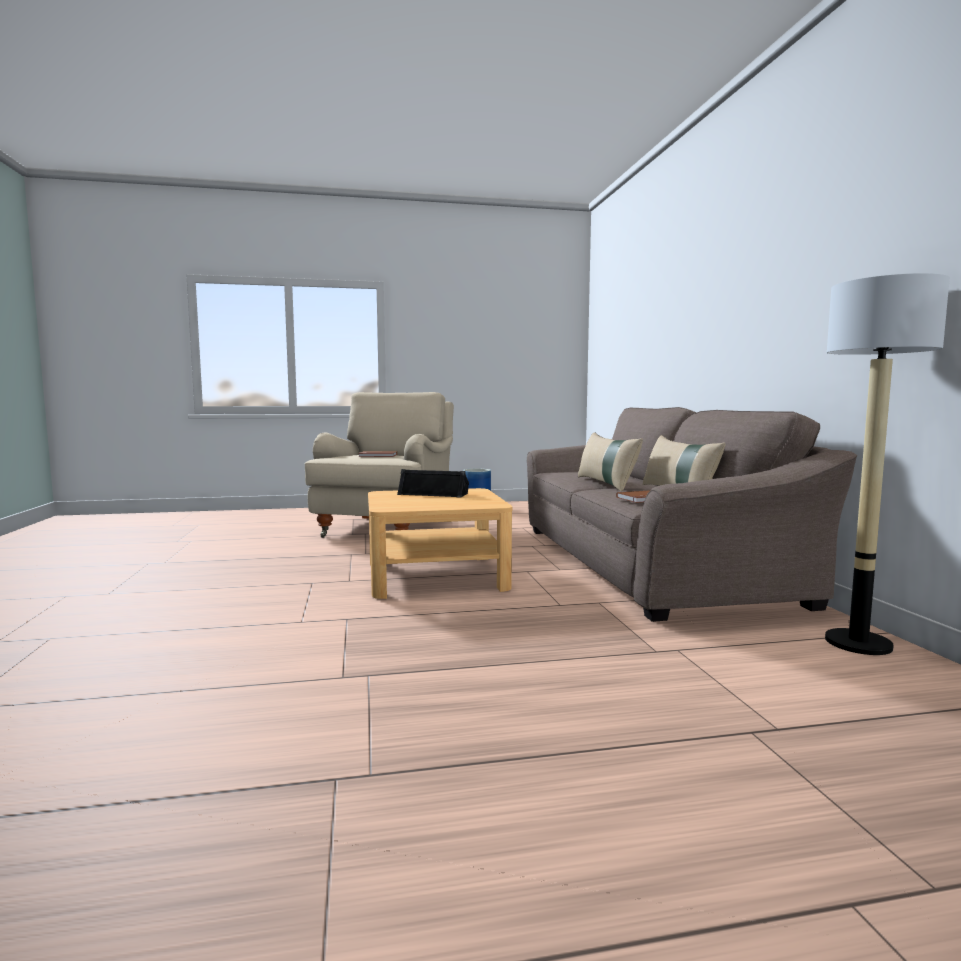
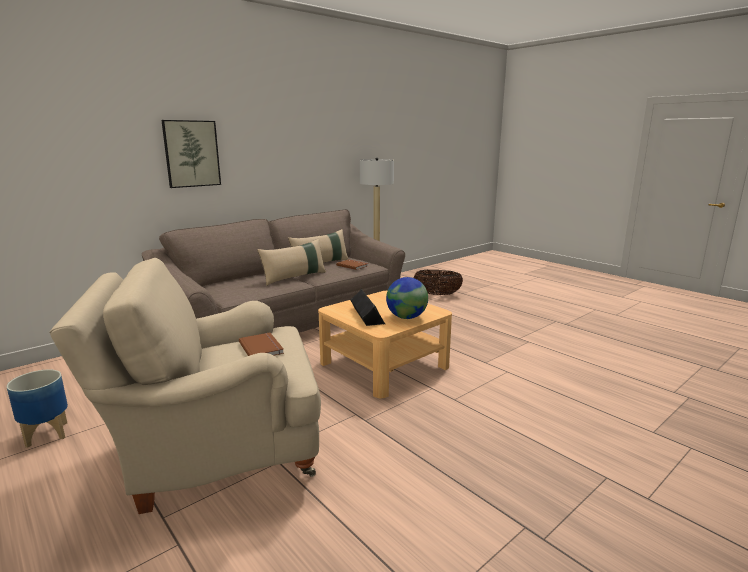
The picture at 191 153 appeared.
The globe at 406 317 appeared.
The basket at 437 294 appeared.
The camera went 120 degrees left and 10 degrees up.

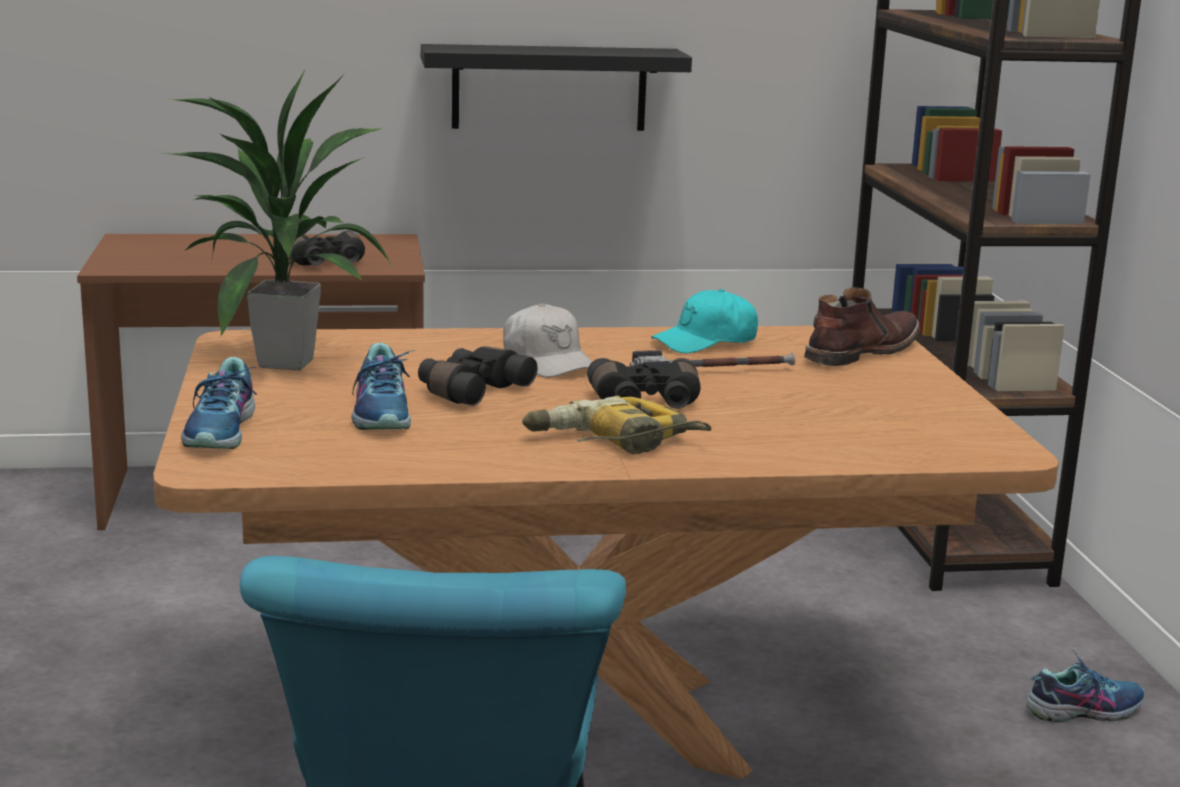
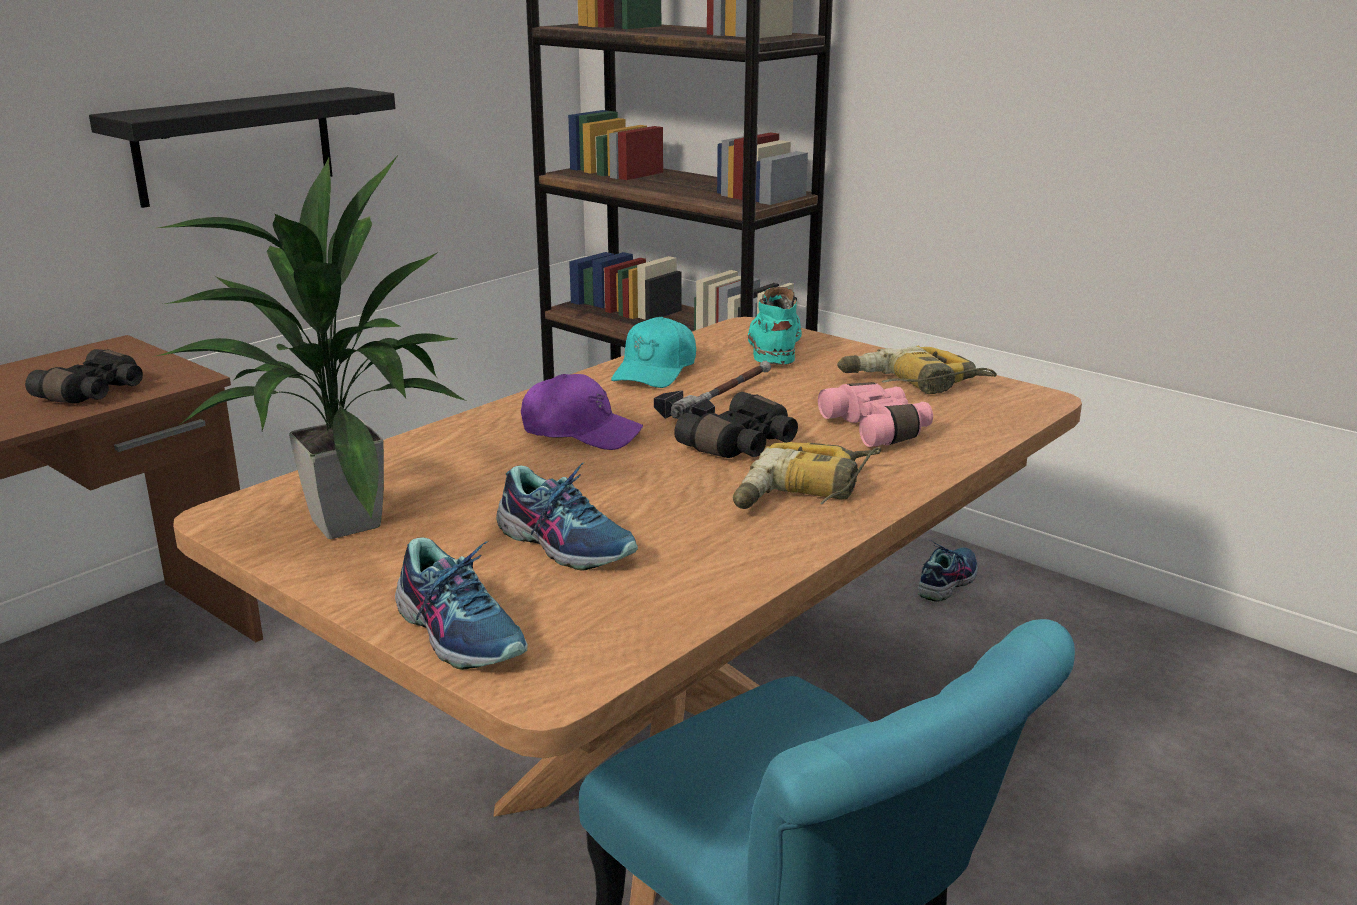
The black binoculars at 471 391 disappeared.
The white cap at 548 361 became the purple cap at 580 432.
The brown boot at 860 352 became the turquoise boot at 774 345.
The pink binoculars at 879 429 appeared.
The power drill at 912 384 appeared.
The camera went 40 degrees left and 5 degrees up.

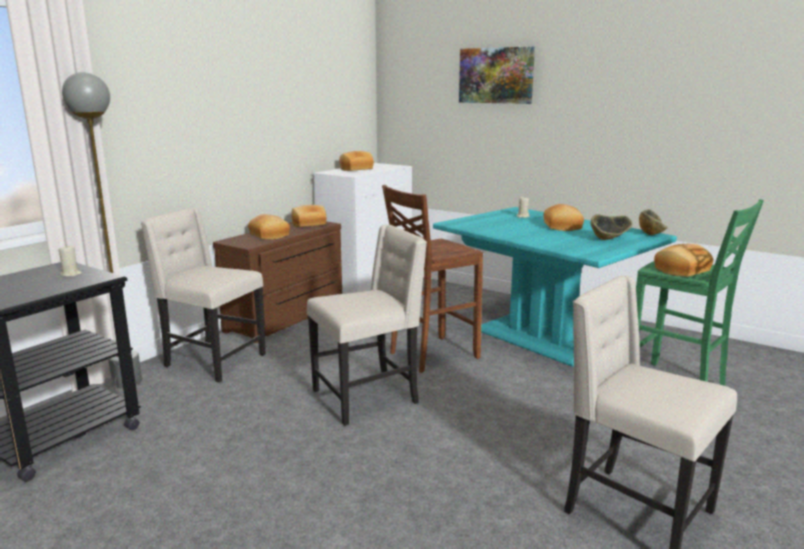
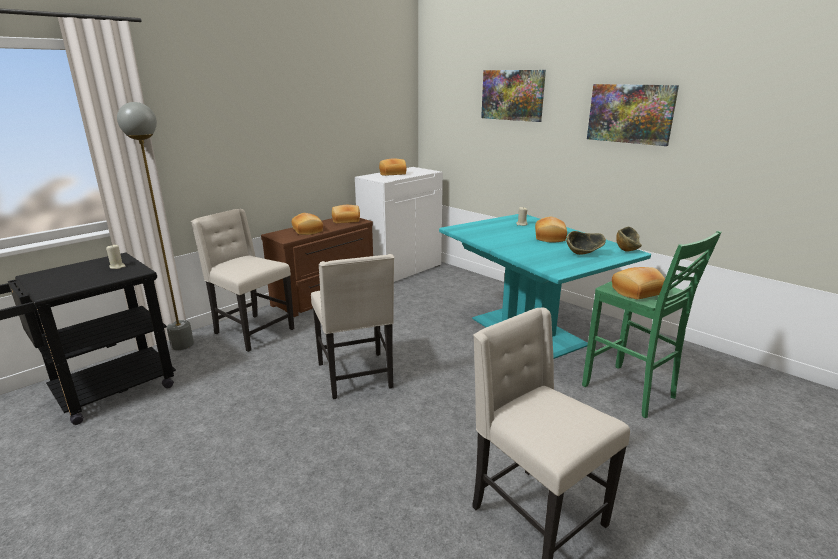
The beige chair at 367 397 turned 90 degrees clockwise.
The brown stool at 431 355 disappeared.
The picture at 630 113 appeared.
The camera went 10 degrees right and 5 degrees up.

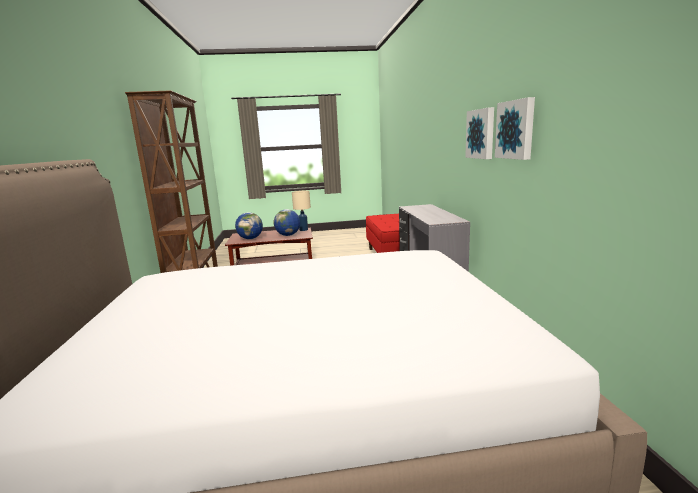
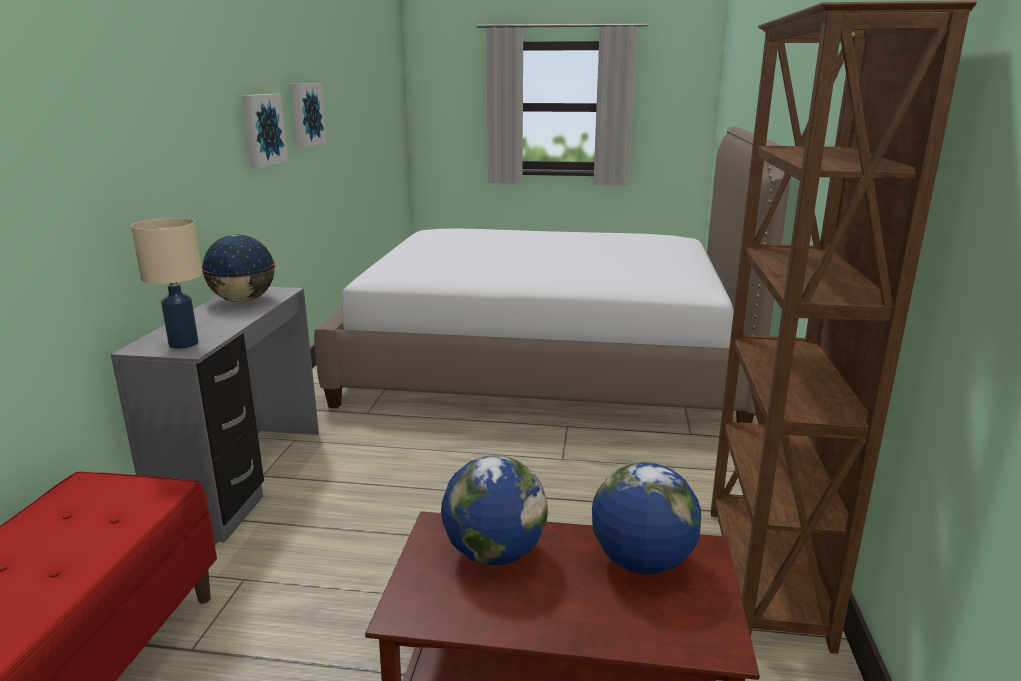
The beige table lamp moved from 303 230 to 183 344.
The picture moved from 481 134 to 306 114.
The globe at 244 300 appeared.
The camera went 165 degrees left and 5 degrees up.

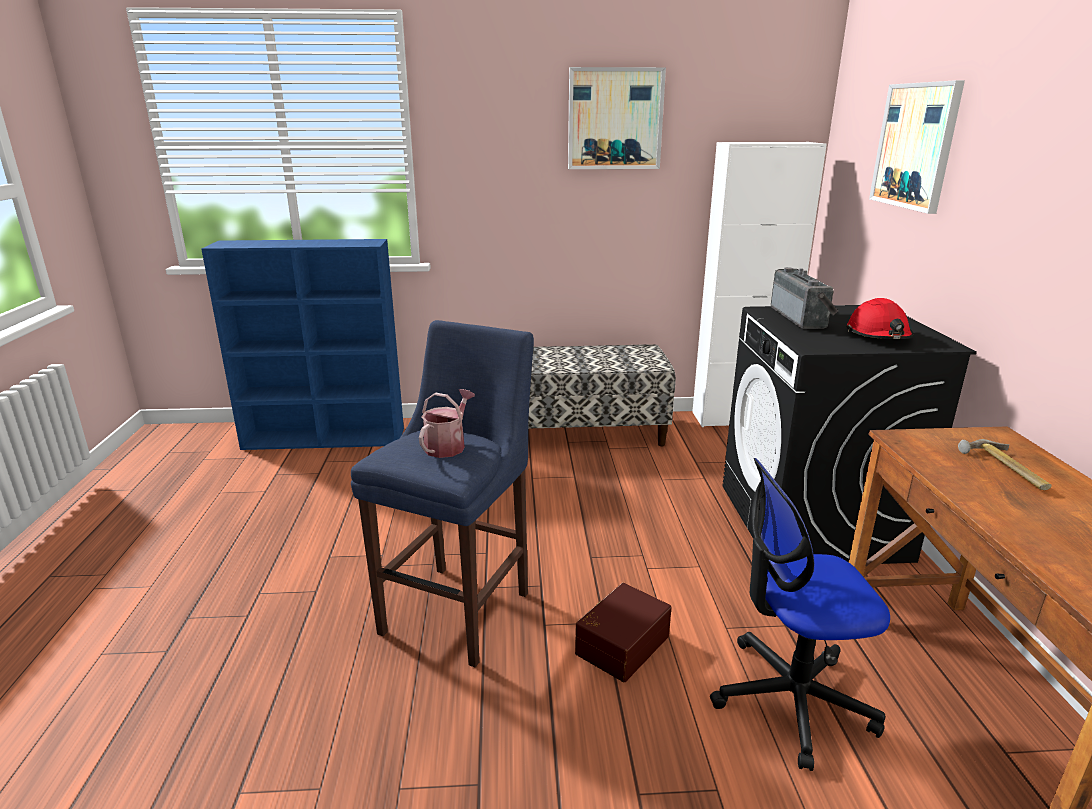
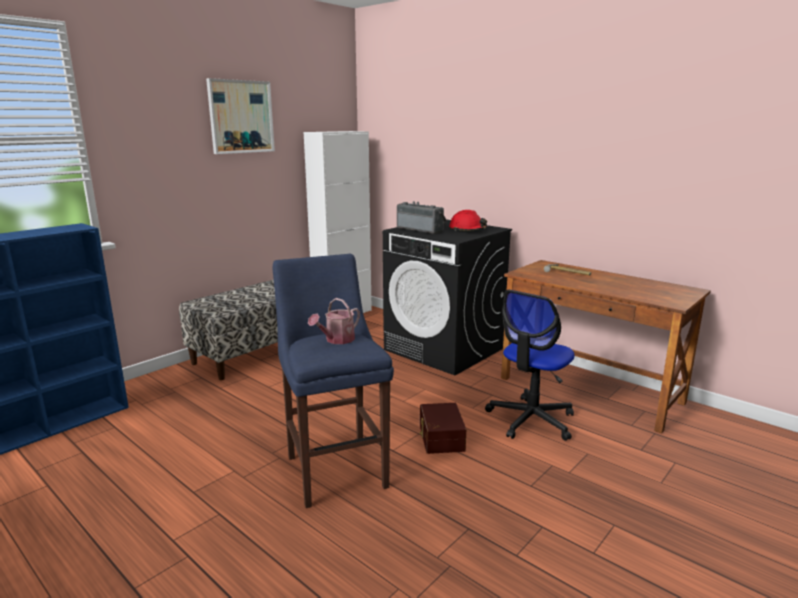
The watering can at 448 445 turned 120 degrees counterclockwise.
The picture at 915 146 disappeared.
The camera went 45 degrees left and 5 degrees down.

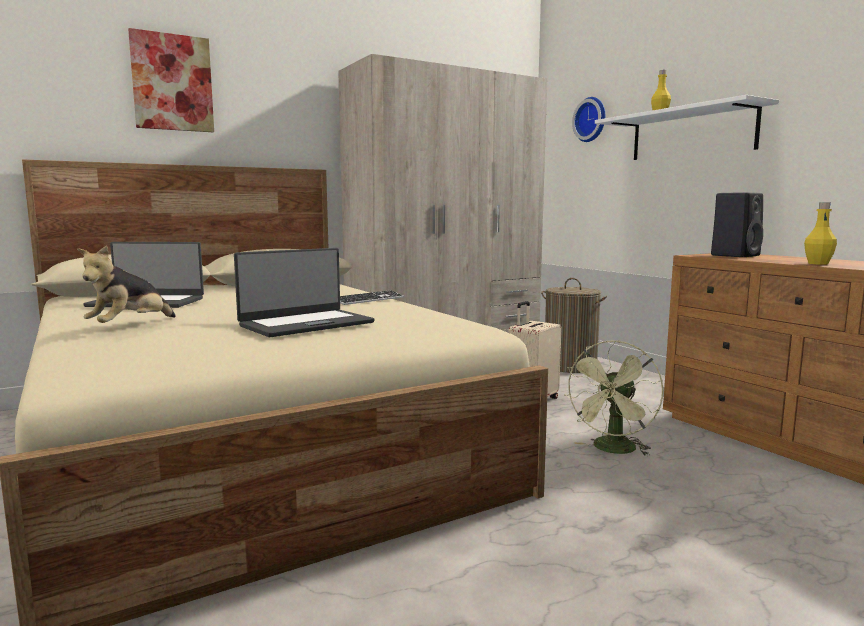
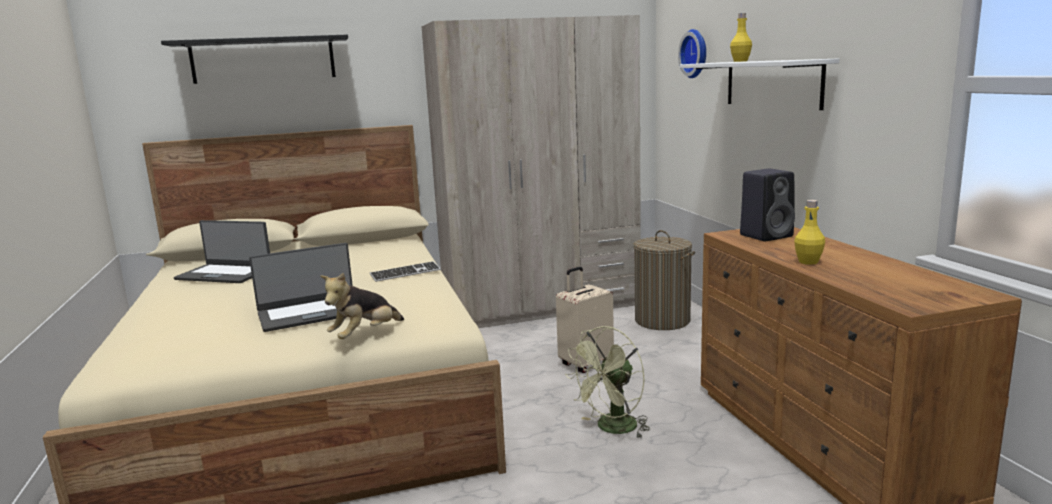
The plush toy moved from 130 326 to 365 335.
The picture at 172 83 was replaced by the black shelf at 263 60.
The camera went 15 degrees right and 5 degrees up.

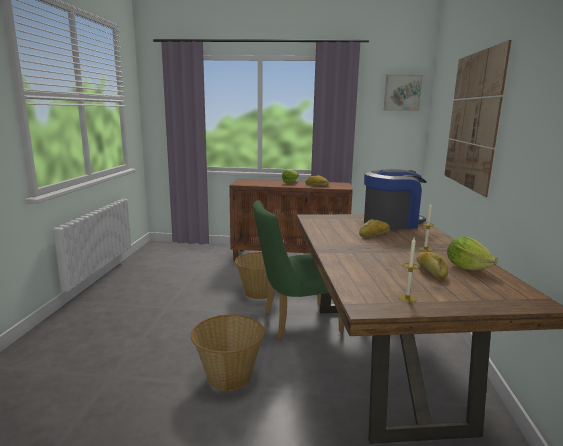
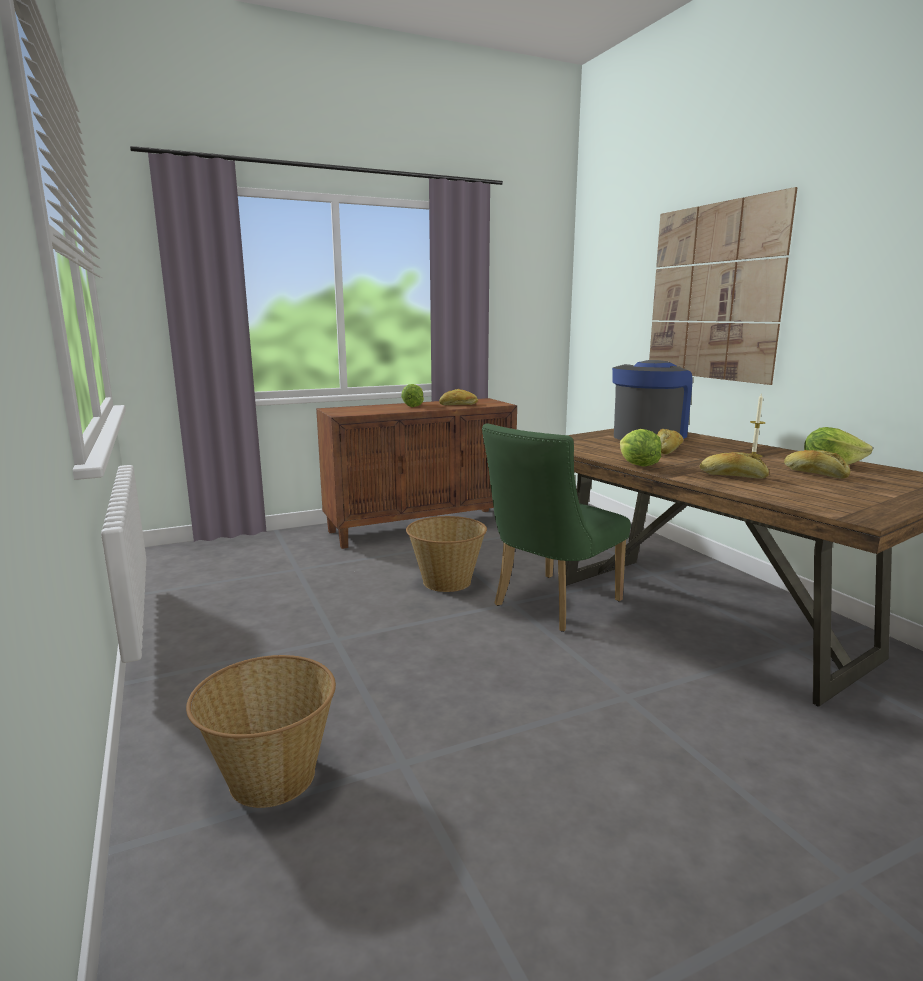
The basket moved from 228 376 to 271 776.
The picture at 402 93 disappeared.
The candle at 407 298 disappeared.
The lettuce at 637 465 appeared.
The bread at 732 476 appeared.
The camera went 30 degrees left and 0 degrees up.

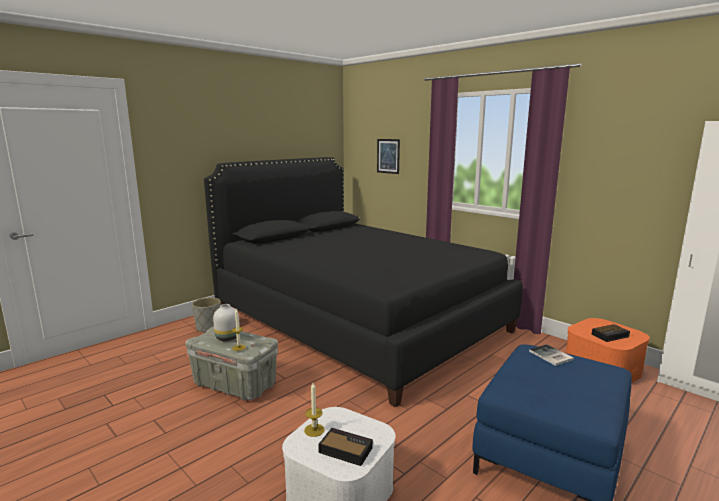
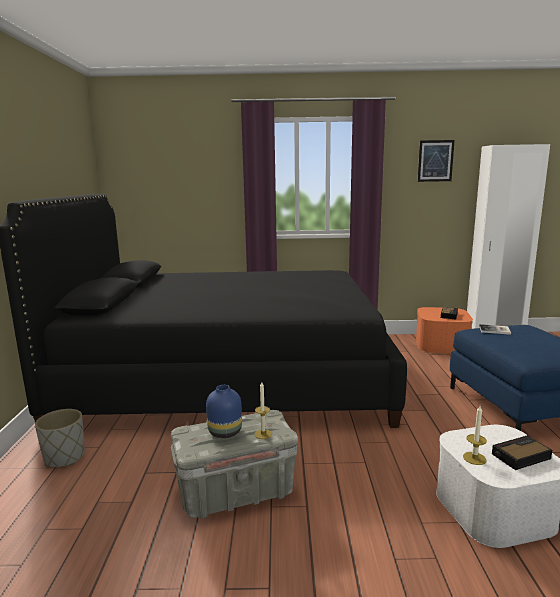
The white vase at 227 338 became the blue vase at 224 432.
The picture moved from 388 156 to 435 161.
The camera went 45 degrees left and 0 degrees up.

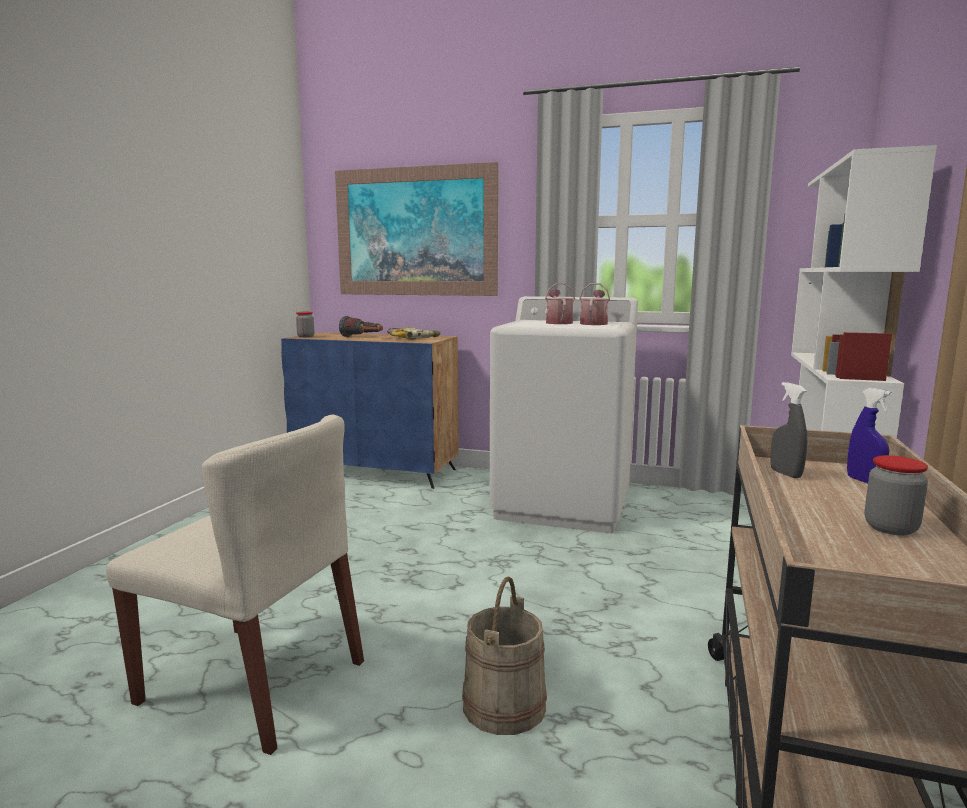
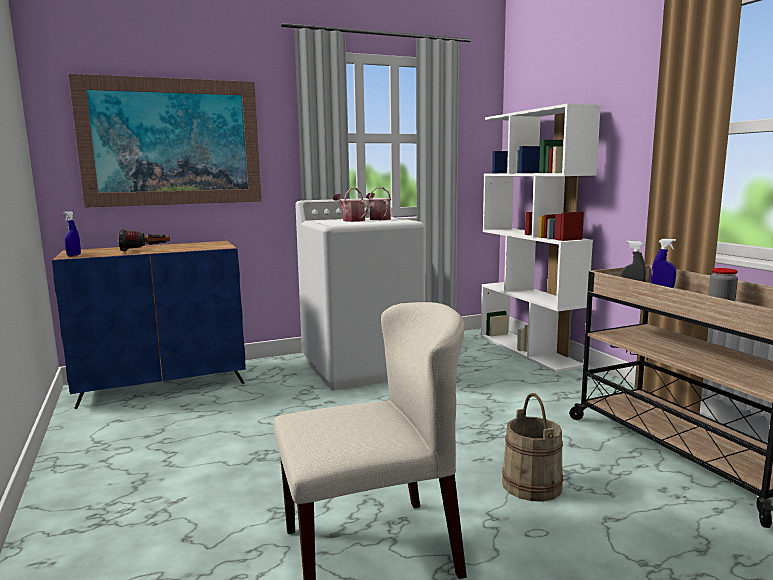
The jar at 305 336 was replaced by the blue spray bottle at 74 255.
The power drill at 413 338 disappeared.
The camera went 40 degrees left and 0 degrees up.

